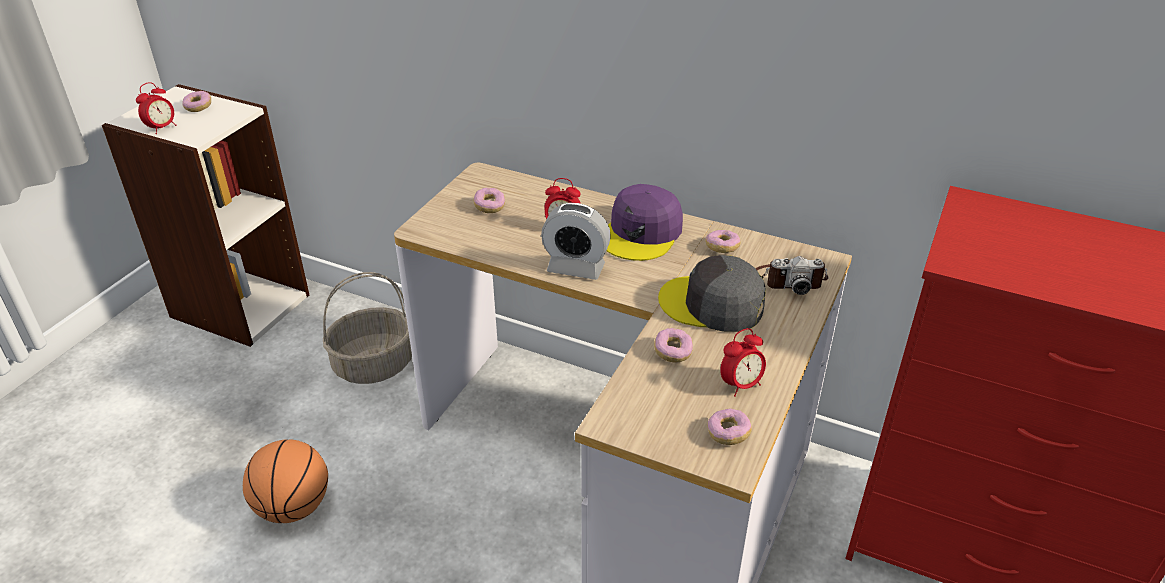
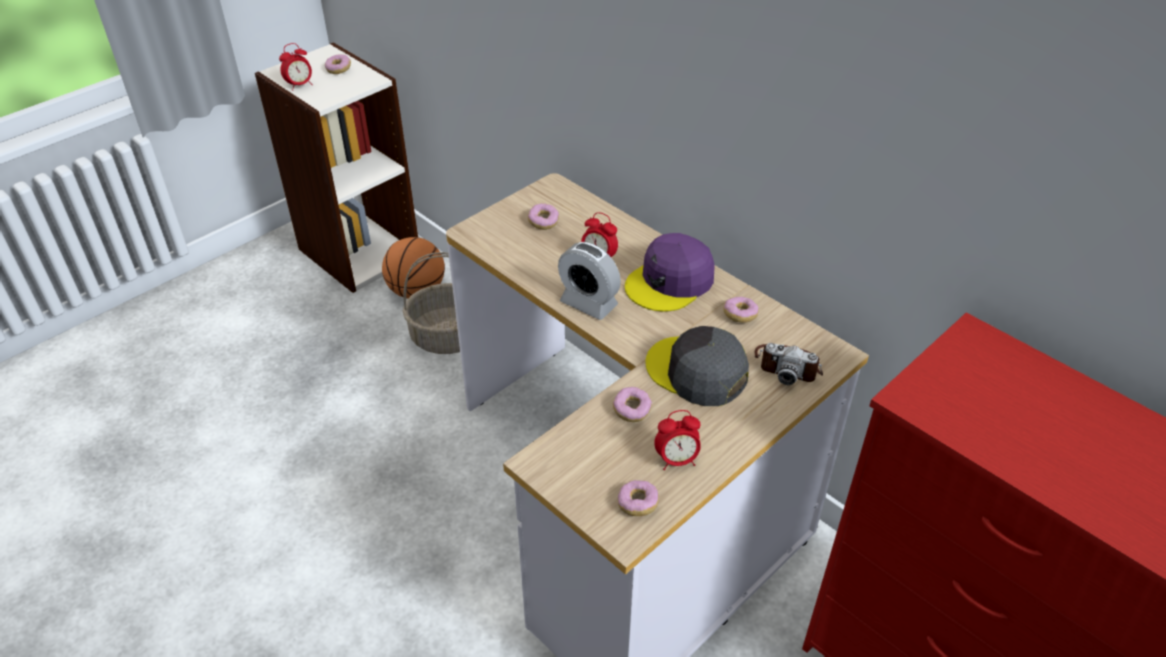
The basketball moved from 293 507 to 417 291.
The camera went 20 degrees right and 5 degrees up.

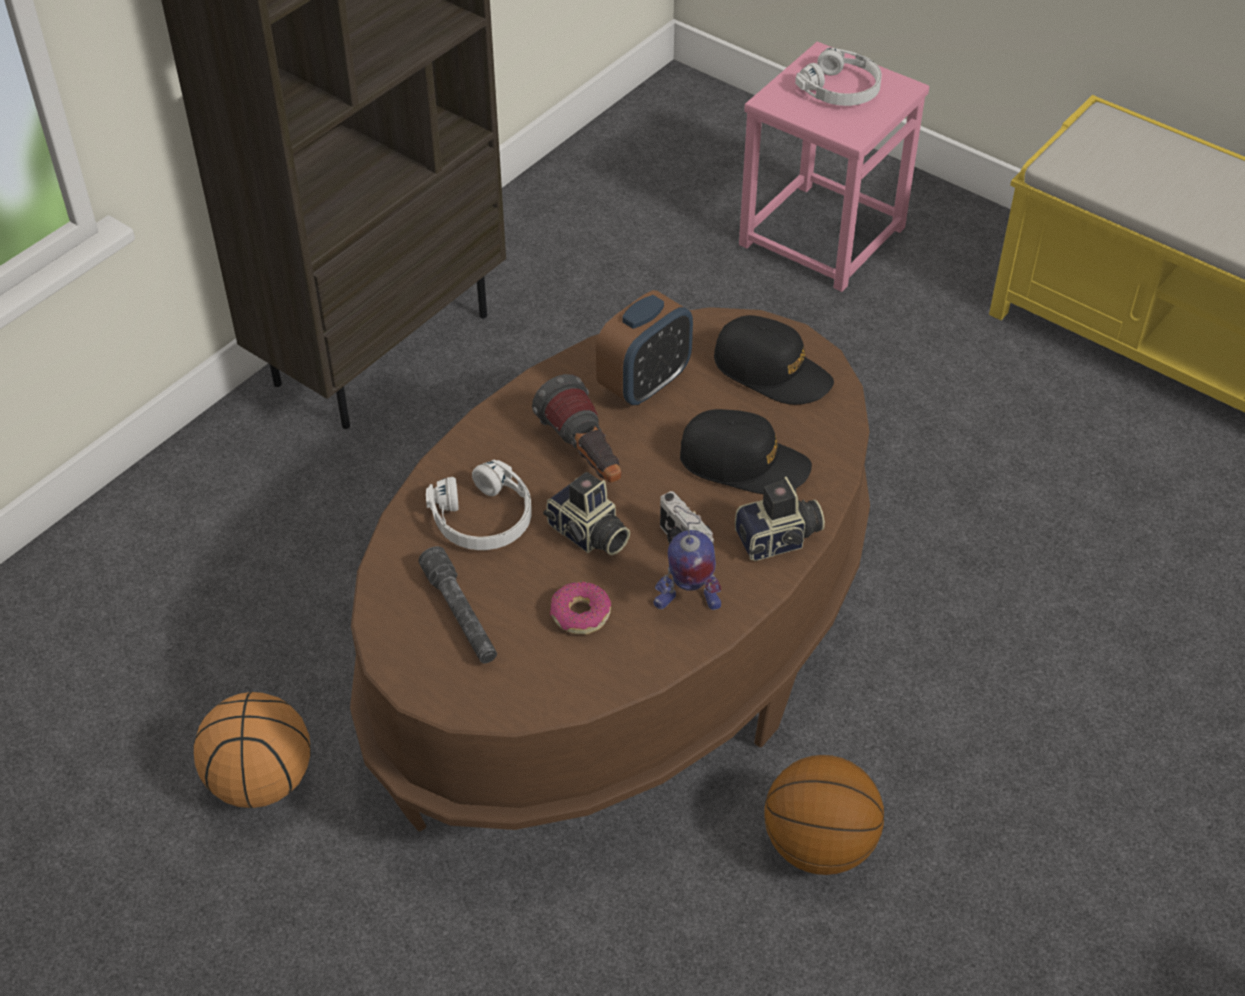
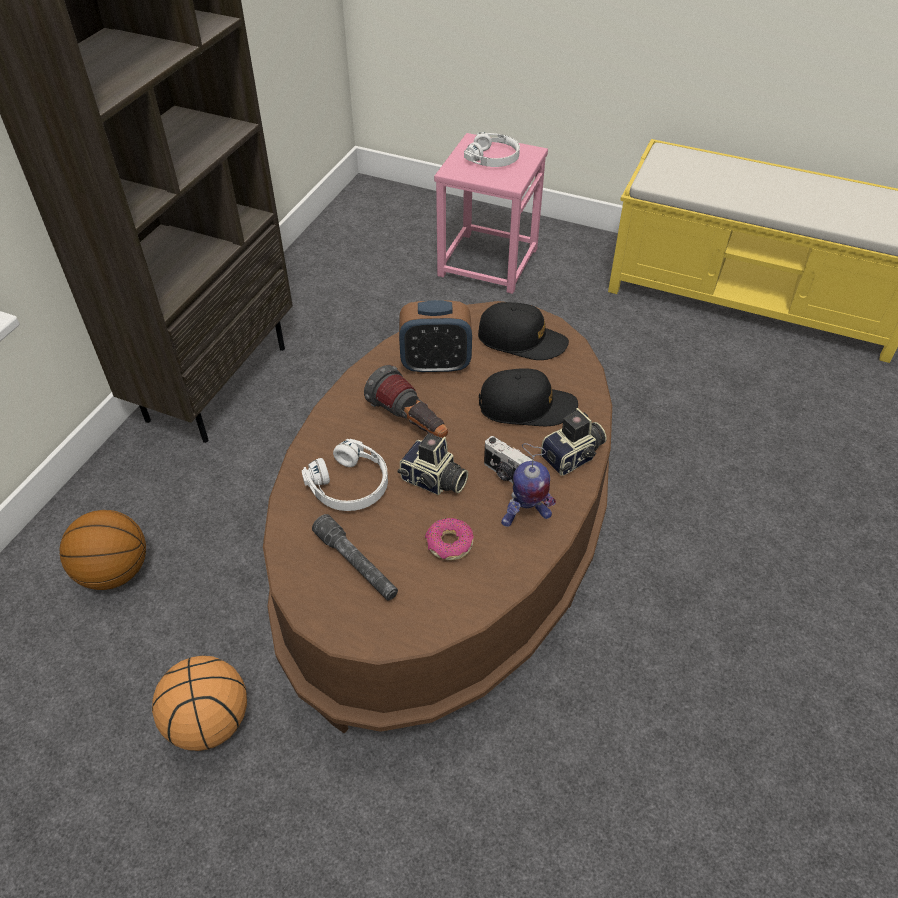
The alarm clock at 644 384 turned 60 degrees clockwise.
The basketball moved from 819 845 to 115 572.
The camera went 15 degrees left and 0 degrees up.

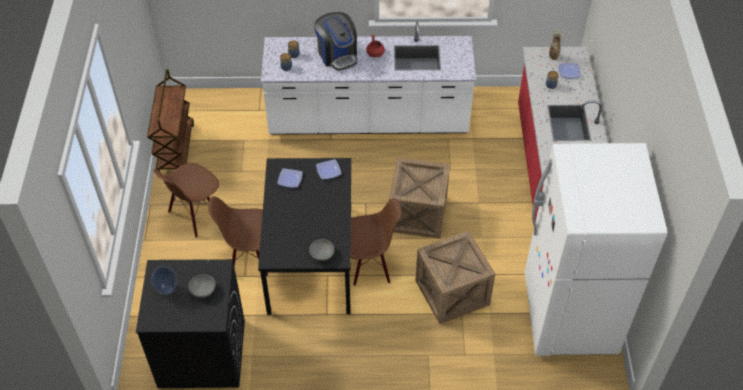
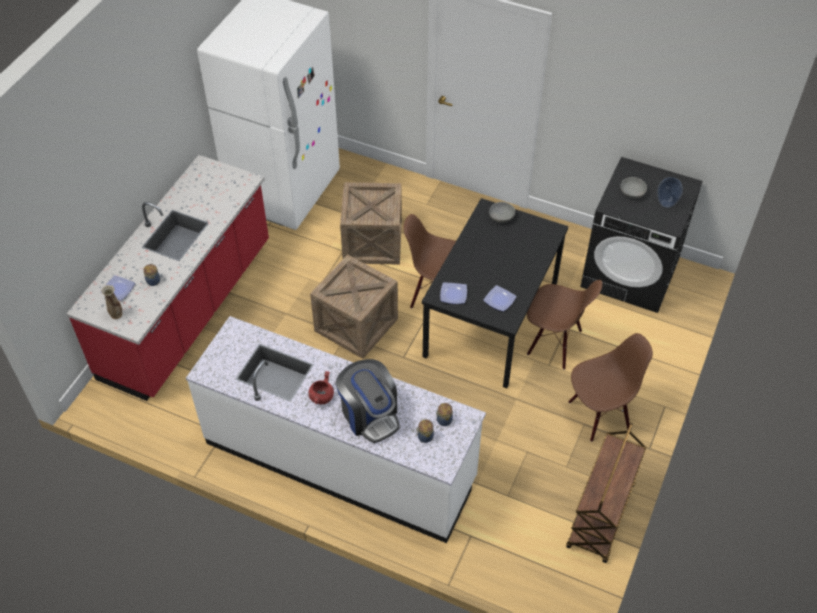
The coffee machine at 337 54 turned 150 degrees clockwise.
The camera went 155 degrees left and 0 degrees up.

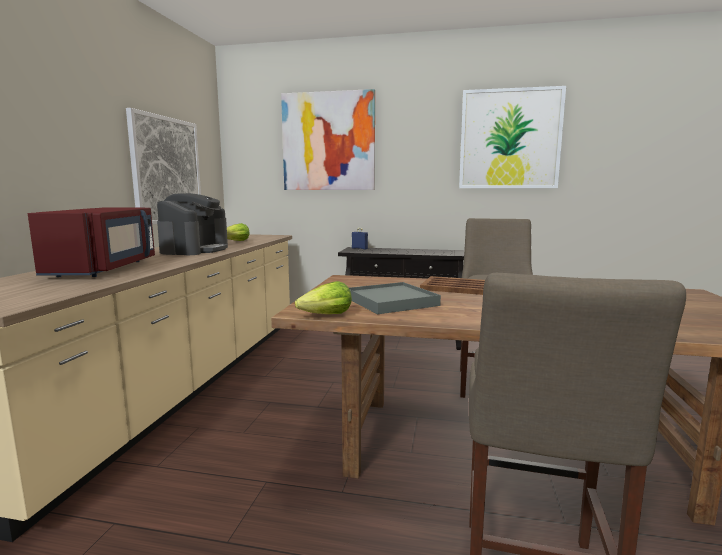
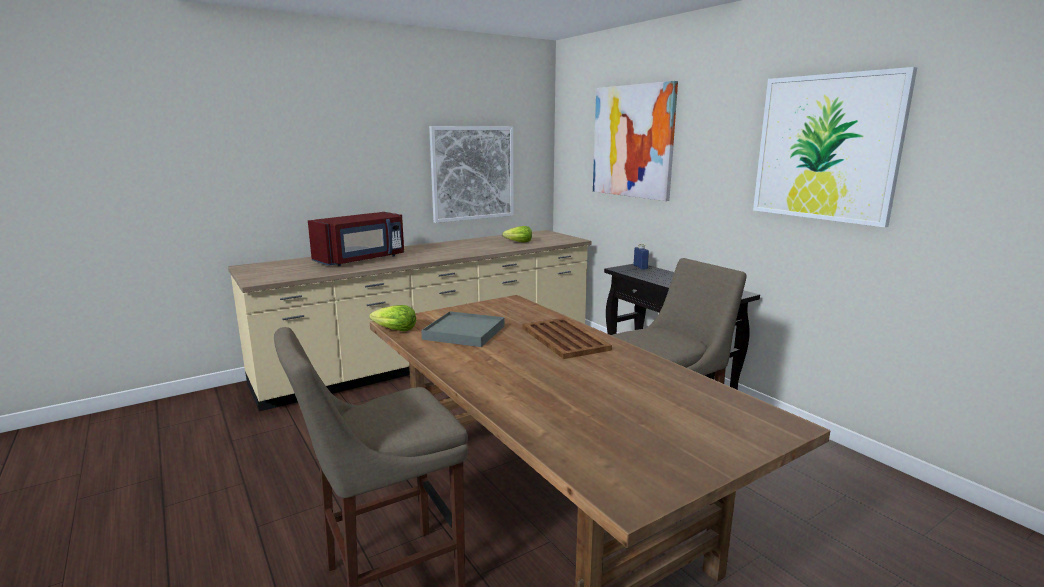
The coffee machine at 195 250 disappeared.
The camera went 45 degrees right and 5 degrees up.

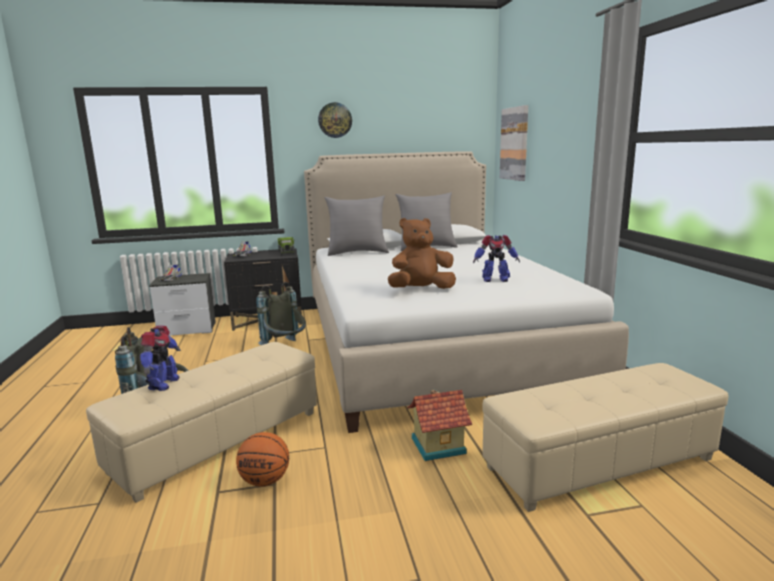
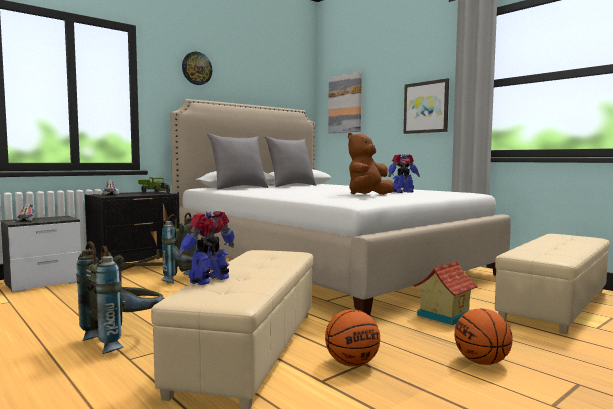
The toy robot at 163 384 turned 120 degrees counterclockwise.
The picture at 426 107 appeared.
The basketball at 482 362 appeared.
The camera went 30 degrees left and 10 degrees down.

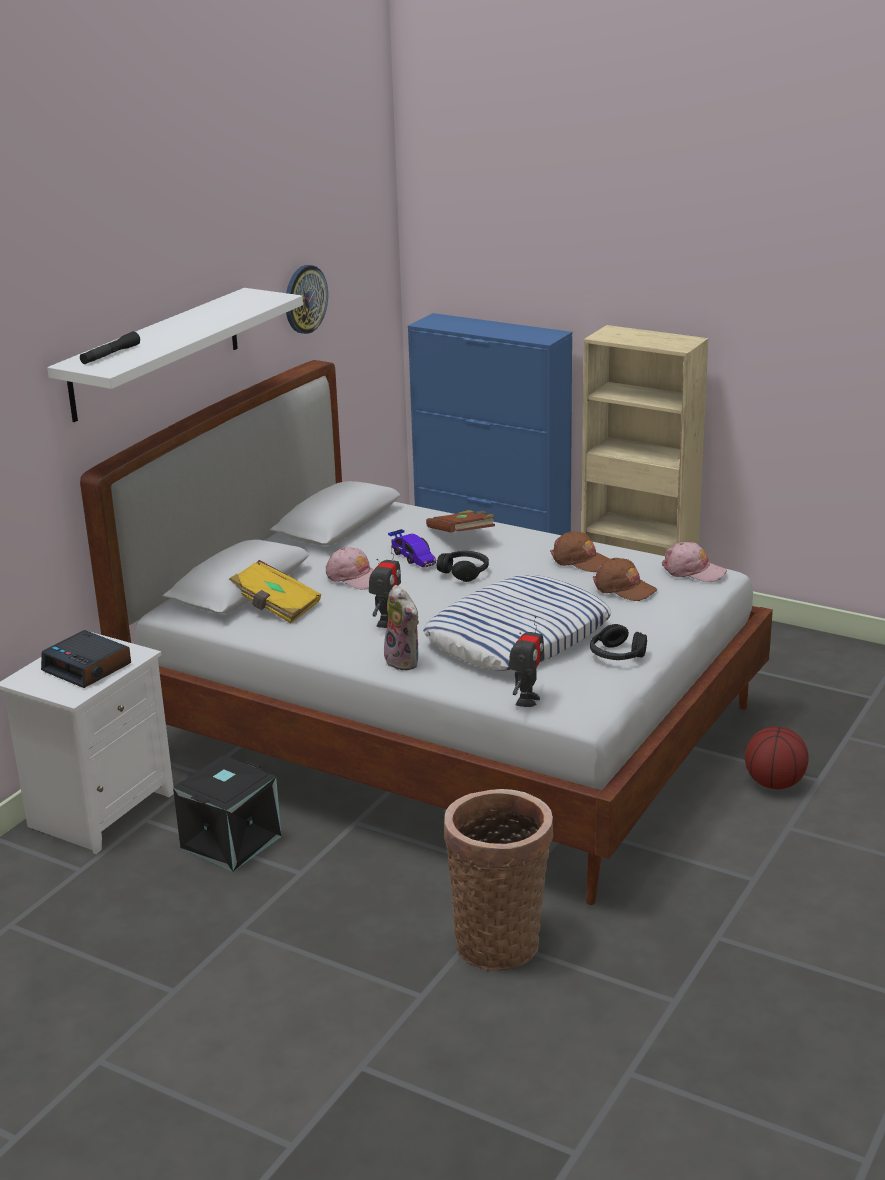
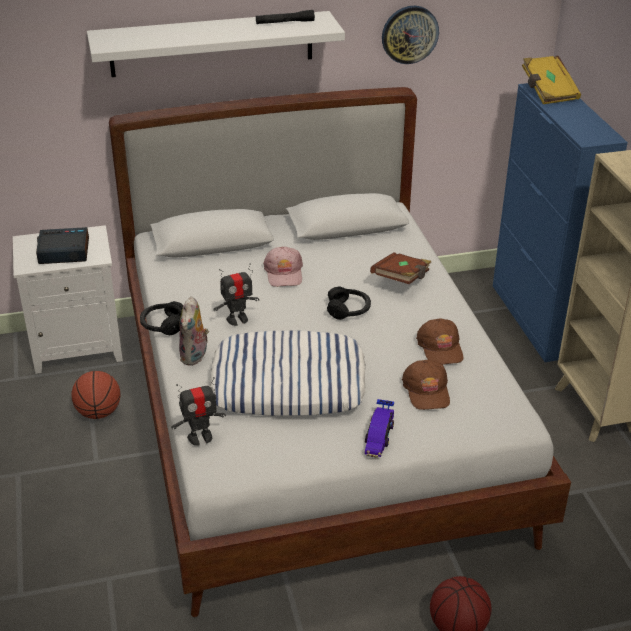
The alarm clock at 88 667 turned 90 degrees clockwise.
The black flashlight moved from 110 355 to 285 23.
The black storage box at 230 841 was replaced by the basketball at 98 412.
The yellow book moved from 275 607 to 547 92.
The toy car moved from 413 557 to 379 436.
The basket at 499 940 disappeared.
The black headphones moved from 617 655 to 163 325.
The pink cap at 693 571 disappeared.
The camera went 45 degrees right and 10 degrees up.

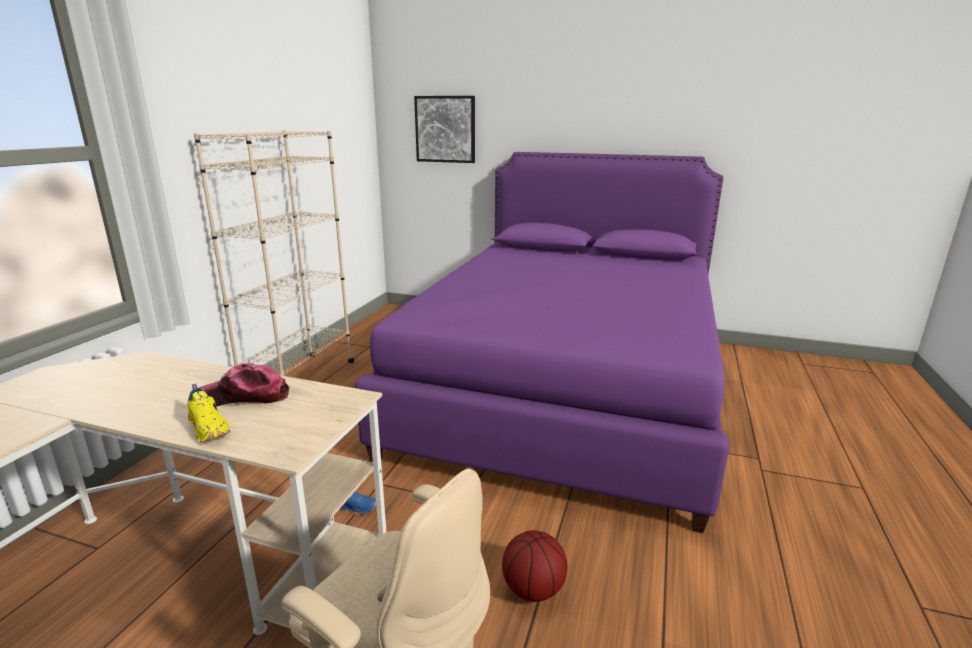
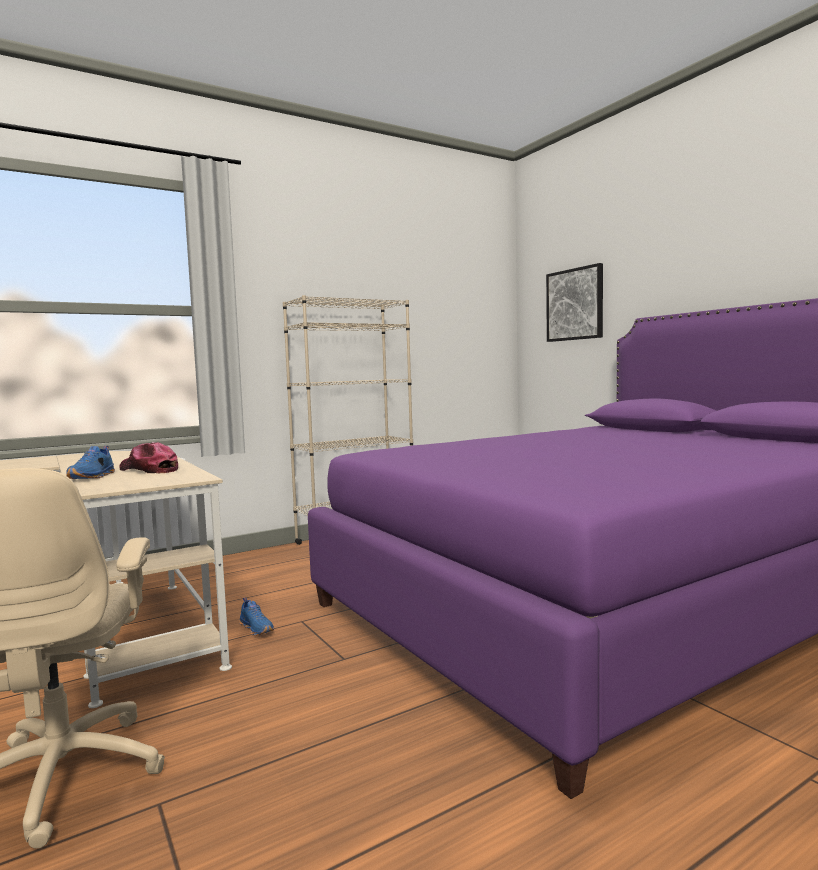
The yellow shoe at 209 428 became the blue shoe at 93 477.
The basketball at 534 589 disappeared.
The camera went 40 degrees right and 15 degrees down.

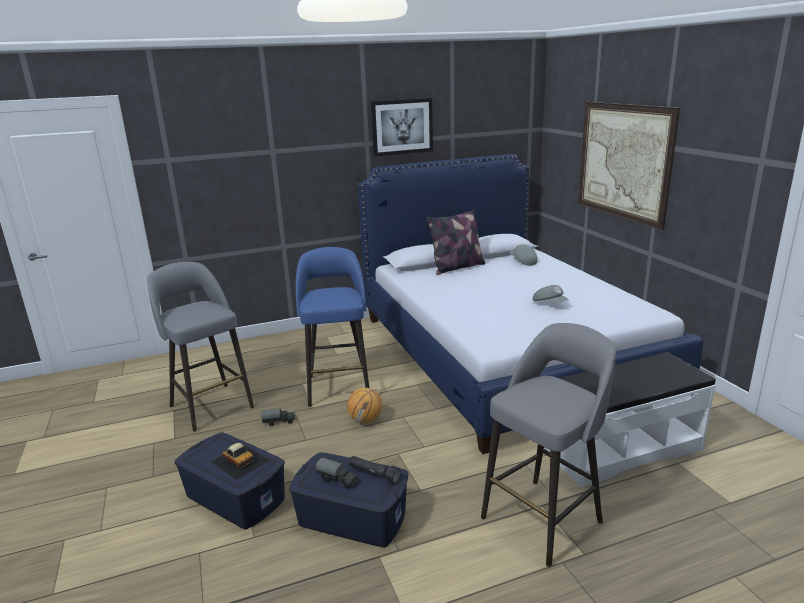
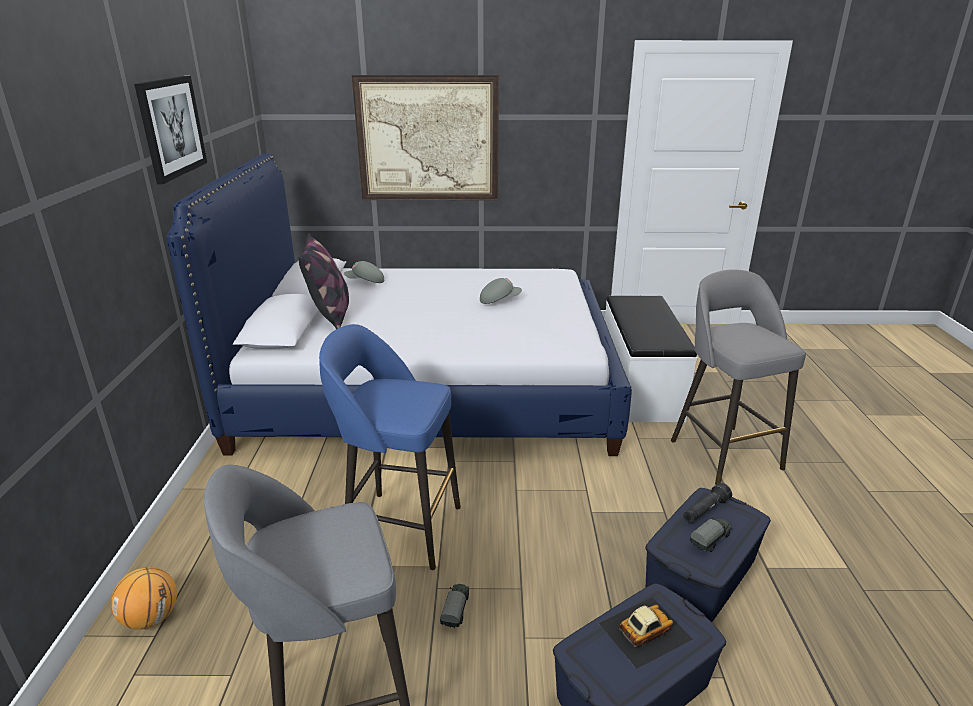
The basketball moved from 366 420 to 151 618.
The camera went 70 degrees left and 5 degrees up.

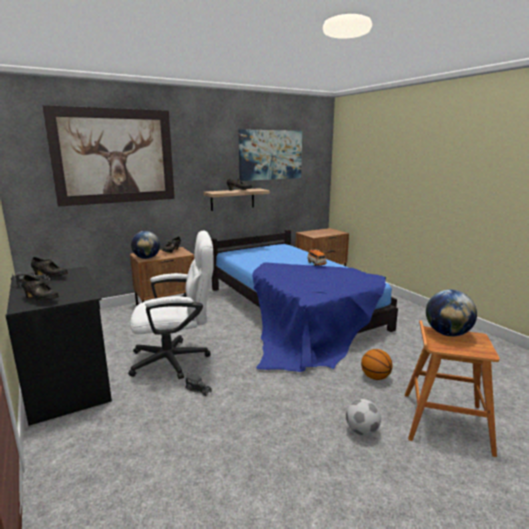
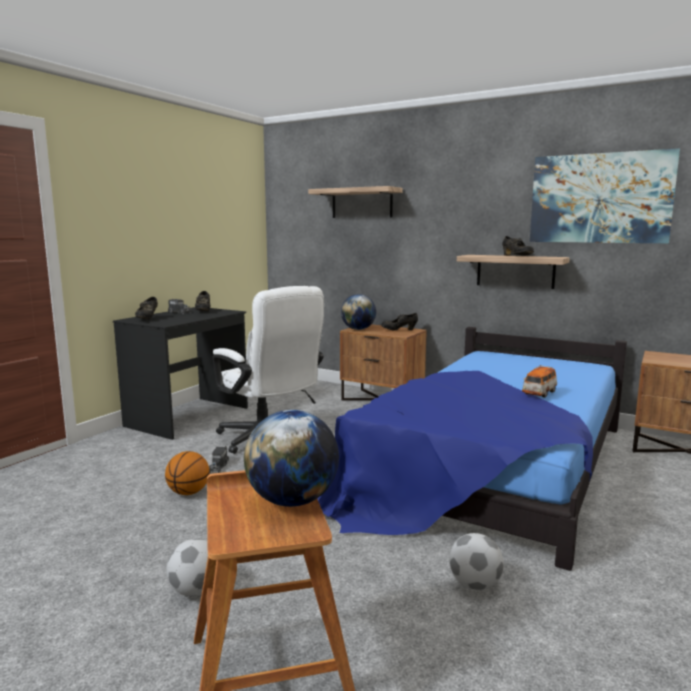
The picture at 114 156 was replaced by the shelf at 362 203.
The basketball moved from 375 377 to 189 492.
The football at 475 584 appeared.
The camera went 60 degrees right and 5 degrees down.

